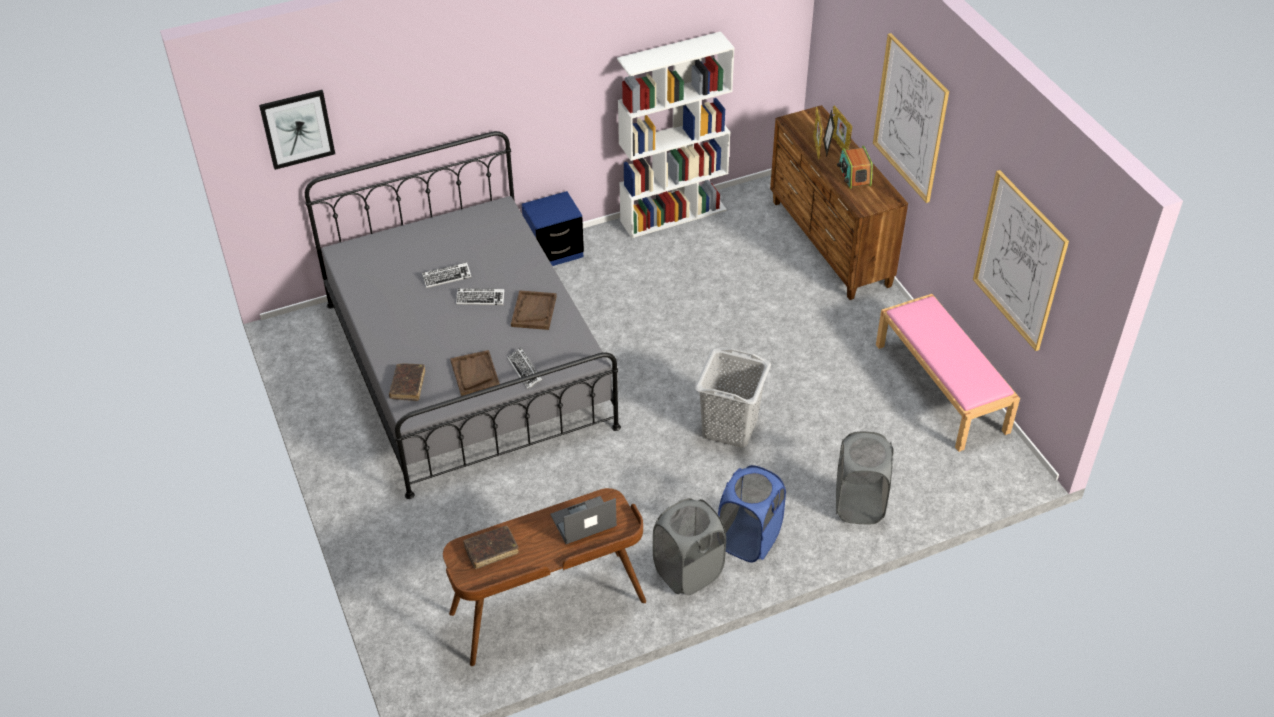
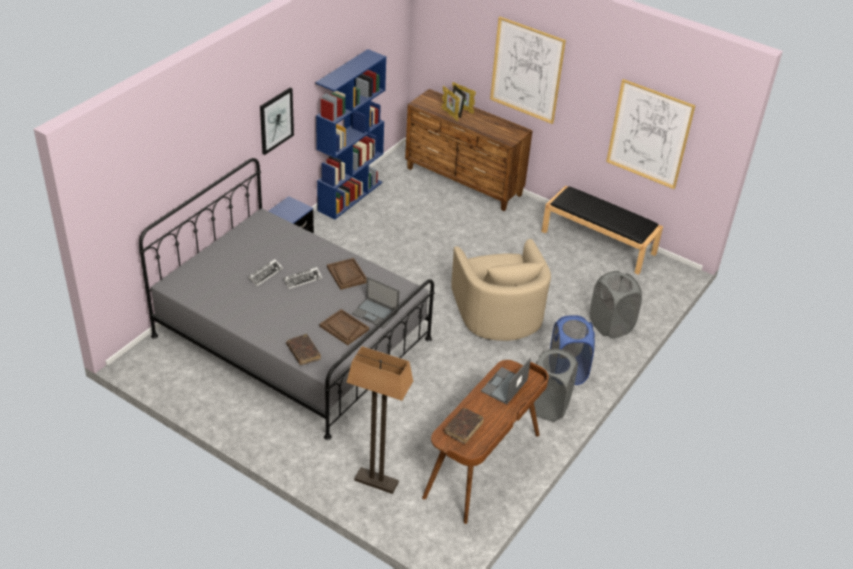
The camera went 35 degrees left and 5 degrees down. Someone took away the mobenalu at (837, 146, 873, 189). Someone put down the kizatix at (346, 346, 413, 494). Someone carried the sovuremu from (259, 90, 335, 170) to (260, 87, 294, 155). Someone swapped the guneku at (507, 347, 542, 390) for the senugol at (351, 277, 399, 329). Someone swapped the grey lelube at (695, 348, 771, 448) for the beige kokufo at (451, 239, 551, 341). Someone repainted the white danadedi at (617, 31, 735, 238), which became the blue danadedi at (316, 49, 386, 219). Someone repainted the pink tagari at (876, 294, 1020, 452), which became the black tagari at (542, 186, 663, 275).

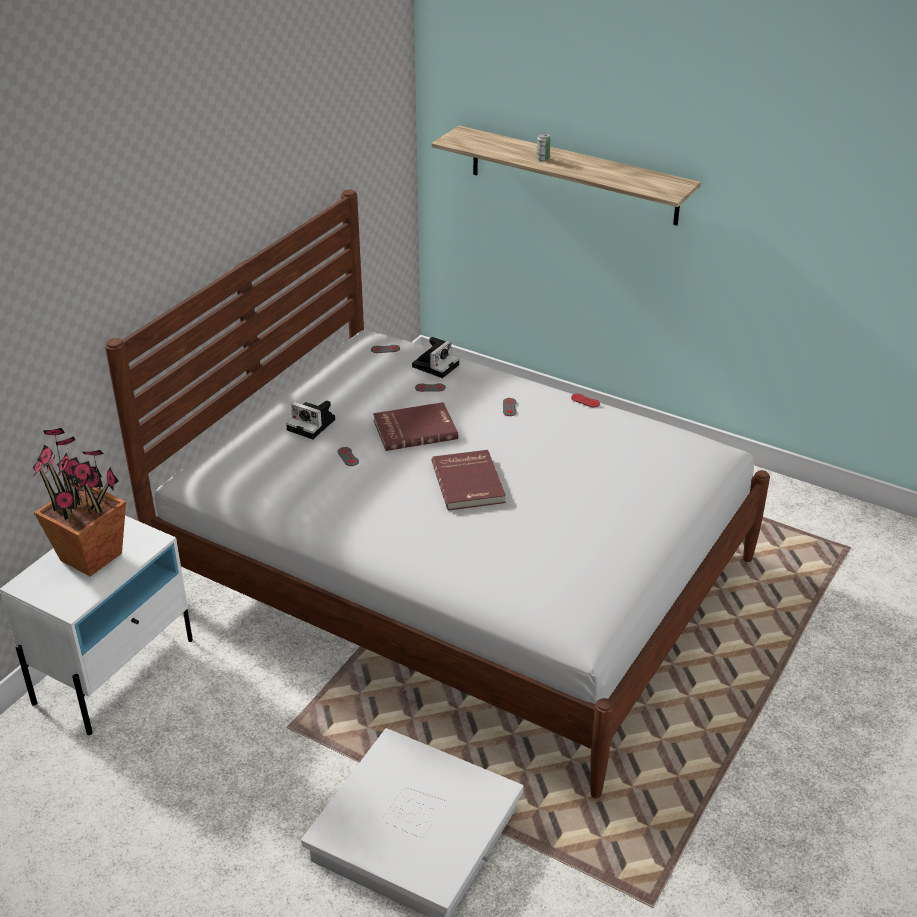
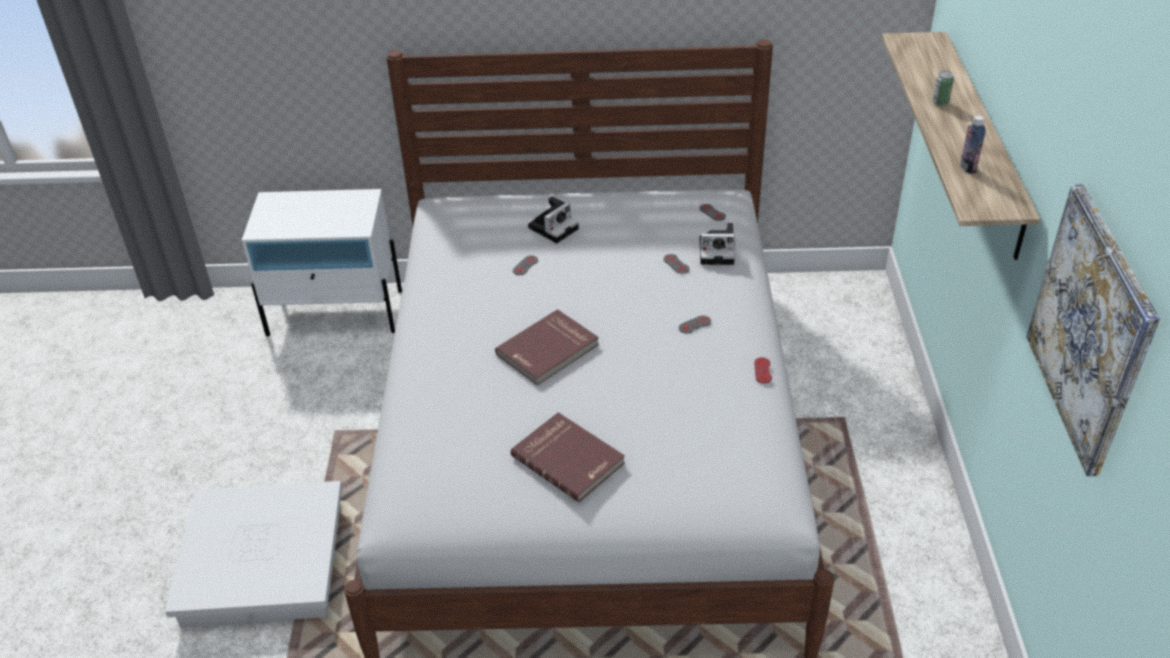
The camera went 60 degrees right and 5 degrees up. Someone took away the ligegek at (32, 428, 126, 576). Someone put down the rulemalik at (960, 115, 985, 174). Someone put up the sovuremu at (1026, 184, 1160, 476). Someone carried the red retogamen from (373, 402, 458, 451) to (511, 412, 625, 502). Someone rotated the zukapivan at (286, 400, 335, 439) by 135 degrees counterclockwise.

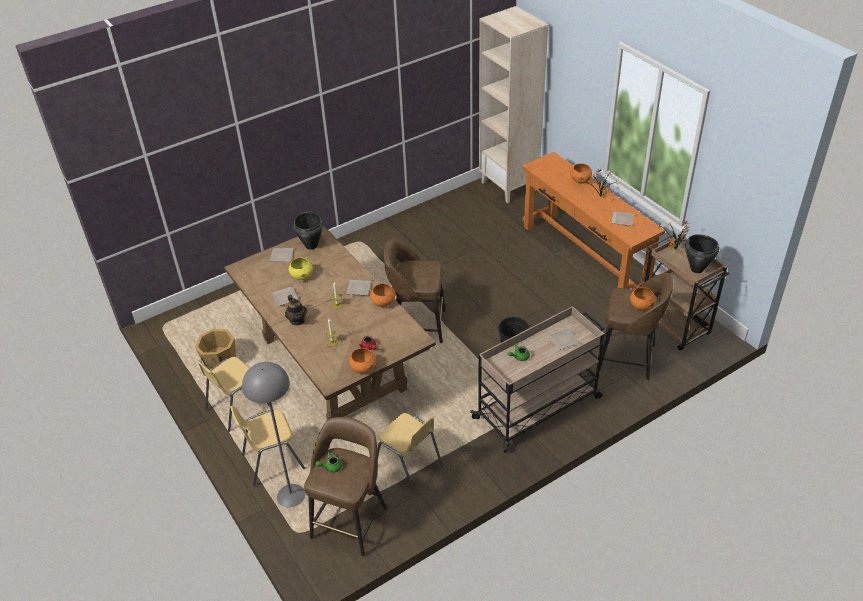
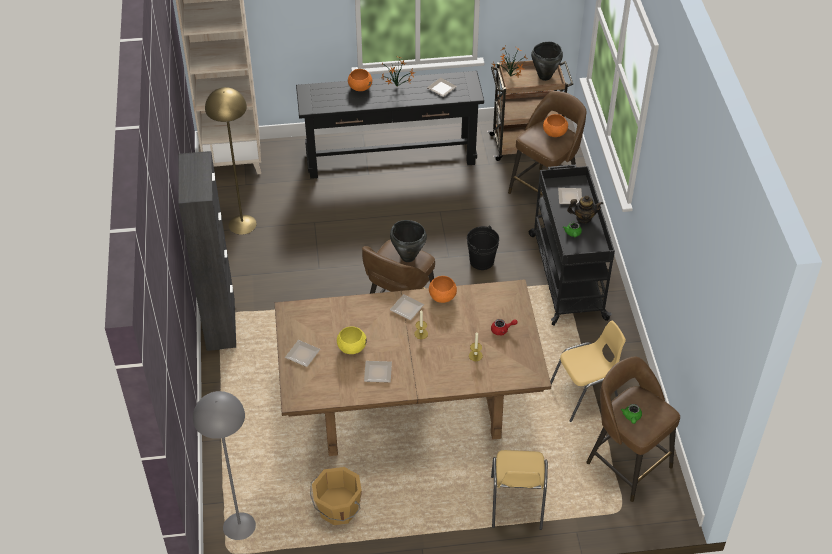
The camera went 65 degrees left and 5 degrees up. Someone took away the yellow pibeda at (195, 357, 269, 432). Someone took away the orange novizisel at (349, 348, 376, 373). Someone put down the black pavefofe at (178, 151, 236, 351). Someone put down the yellow kizatix at (205, 87, 257, 235). Someone carried the grey kizatix from (242, 362, 305, 508) to (193, 391, 256, 540). Someone carried the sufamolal from (285, 295, 307, 325) to (567, 195, 603, 223). Someone carried the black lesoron from (293, 211, 323, 250) to (390, 220, 427, 262). Someone repainted the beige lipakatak at (470, 306, 604, 453), which became the black lipakatak at (529, 165, 615, 326). Someone repainted the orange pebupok at (522, 152, 665, 290), which became the black pebupok at (296, 71, 484, 179).

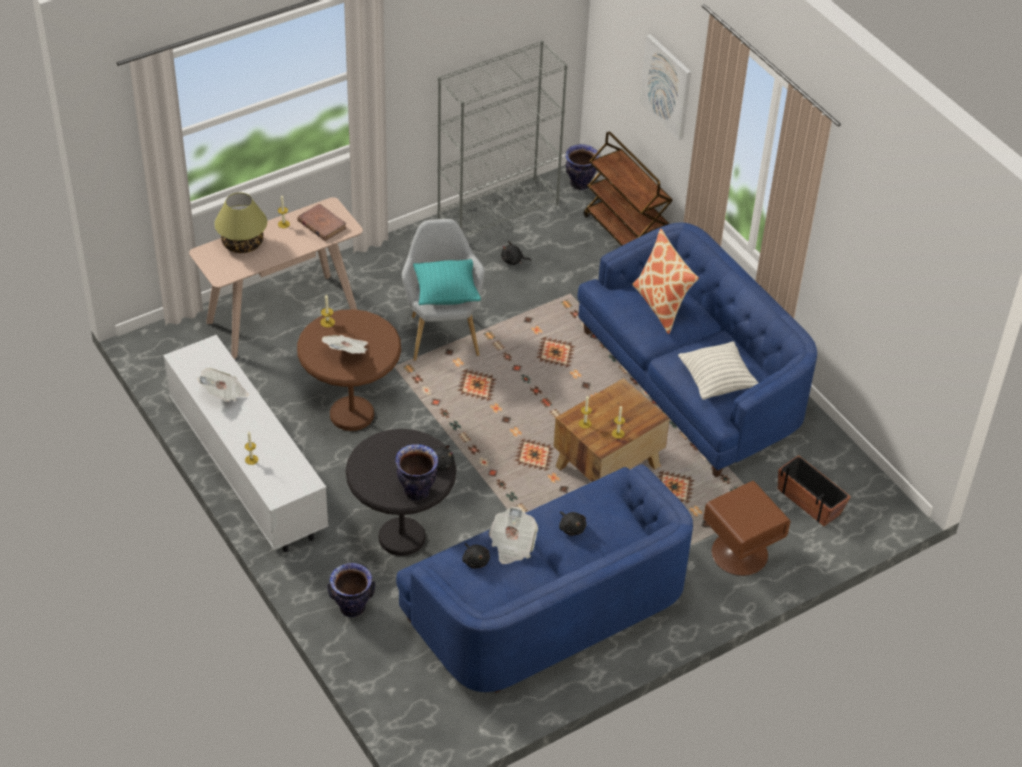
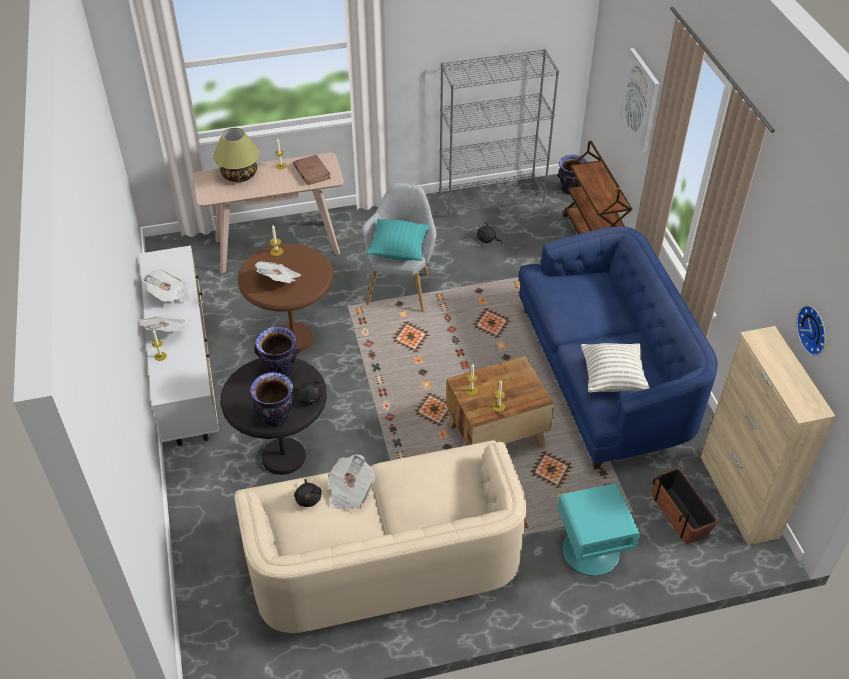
The camera went 20 degrees right and 0 degrees up. Someone took away the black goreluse at (559, 511, 586, 536). Someone took away the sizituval at (632, 229, 699, 334). Someone put down the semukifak at (139, 316, 185, 332). Someone put down the beige pavefofe at (701, 326, 835, 545). Someone put up the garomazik at (796, 305, 826, 356). Someone carried the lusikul from (327, 563, 375, 617) to (254, 327, 300, 377). Someone repainted the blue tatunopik at (396, 464, 693, 693), which became the beige tatunopik at (234, 440, 527, 633). Someone repainted the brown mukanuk at (703, 481, 791, 576), which became the turquoise mukanuk at (557, 483, 640, 576).

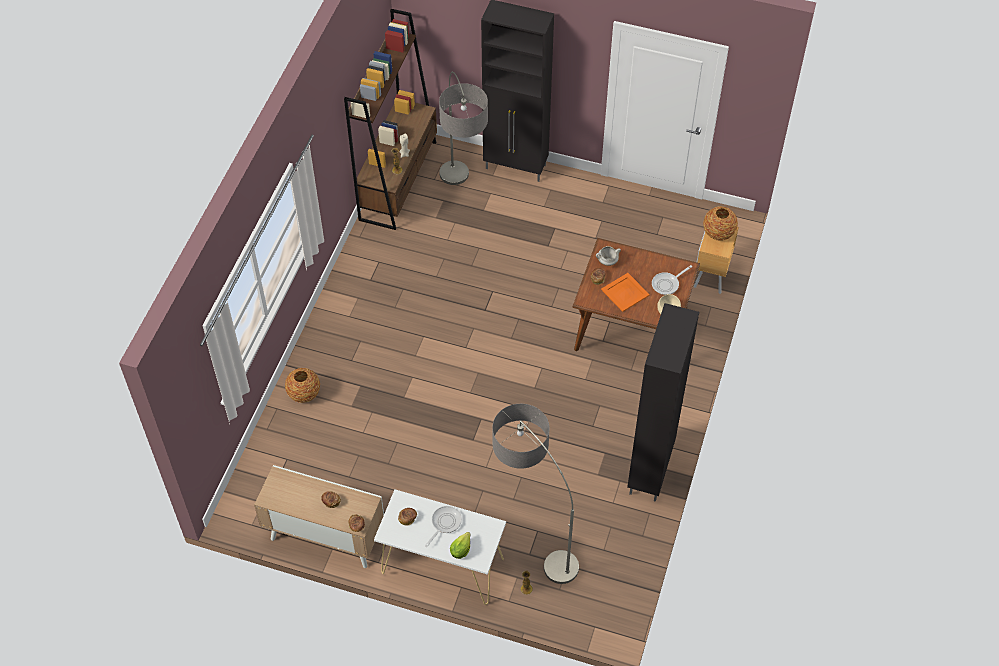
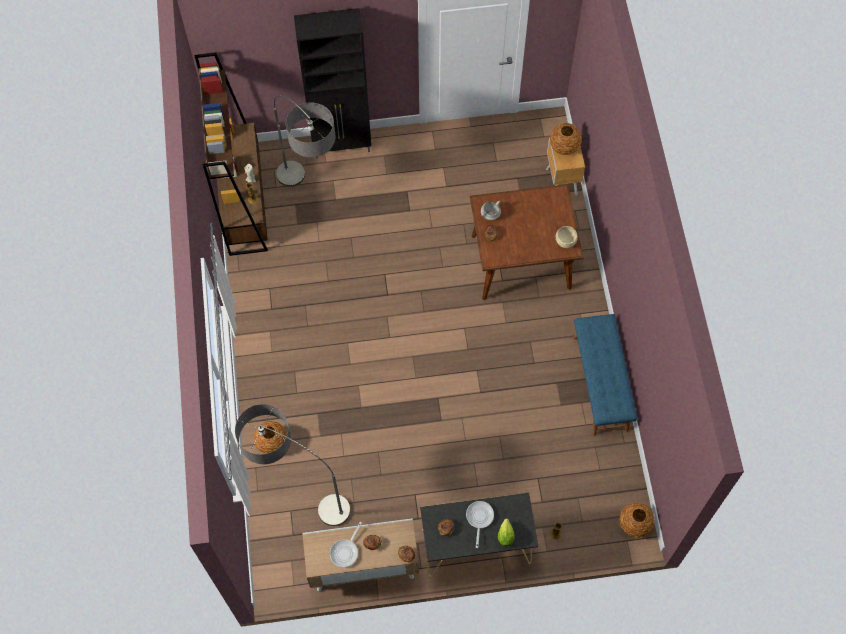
The camera went 25 degrees left and 10 degrees up. Someone took away the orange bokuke at (601, 273, 650, 312). Someone put down the lusikul at (619, 502, 654, 537). Someone carried the kizatix from (492, 404, 579, 584) to (235, 404, 350, 526). Someone carried the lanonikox from (652, 265, 692, 295) to (330, 522, 362, 567). Someone swapped the black pavefofe at (627, 303, 699, 502) for the blue tagari at (573, 314, 637, 436). Someone repainted the white pebupok at (374, 489, 506, 605), which became the black pebupok at (420, 493, 538, 577).

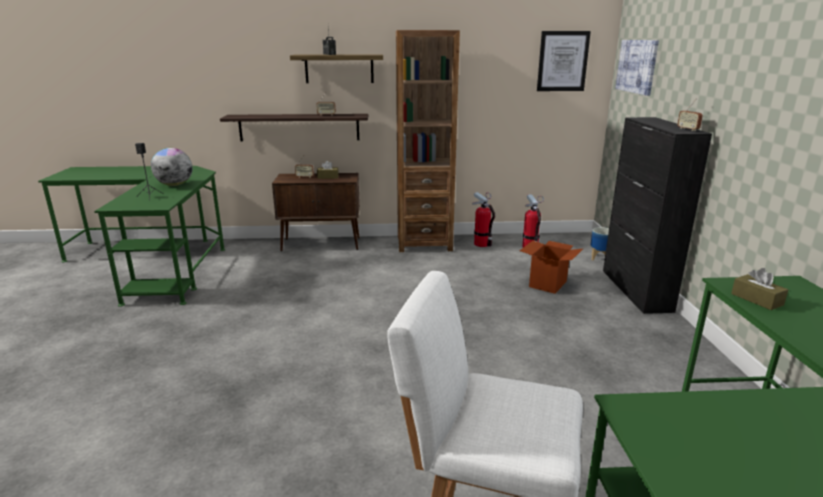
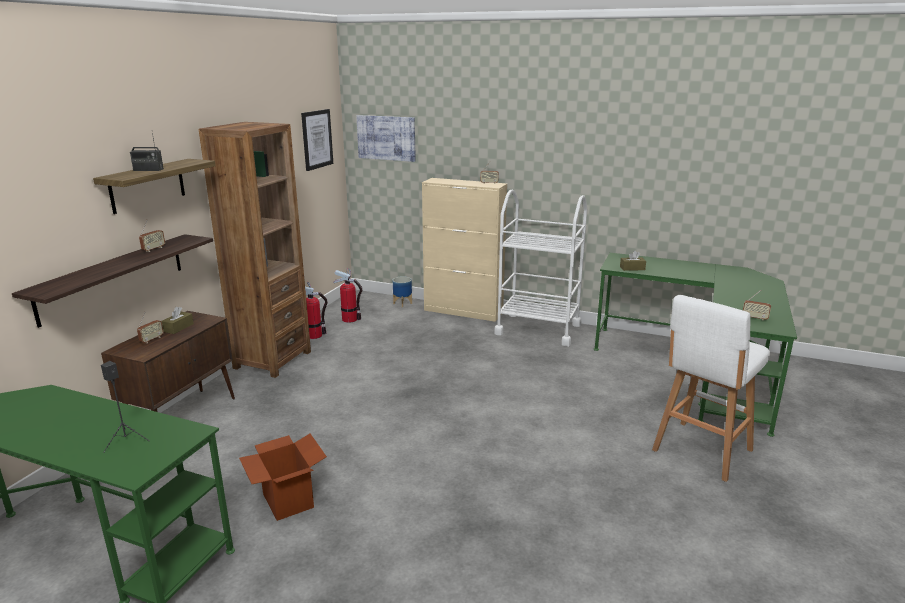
The camera went 65 degrees left and 0 degrees up. Someone took away the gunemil at (151, 148, 193, 186). Someone put down the white lipakatak at (495, 189, 587, 346). Someone put down the mobenalu at (743, 290, 771, 321). Someone carried the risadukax from (520, 241, 583, 294) to (239, 434, 327, 521). Someone repainted the black pavefofe at (603, 117, 712, 314), which became the beige pavefofe at (422, 178, 507, 322).

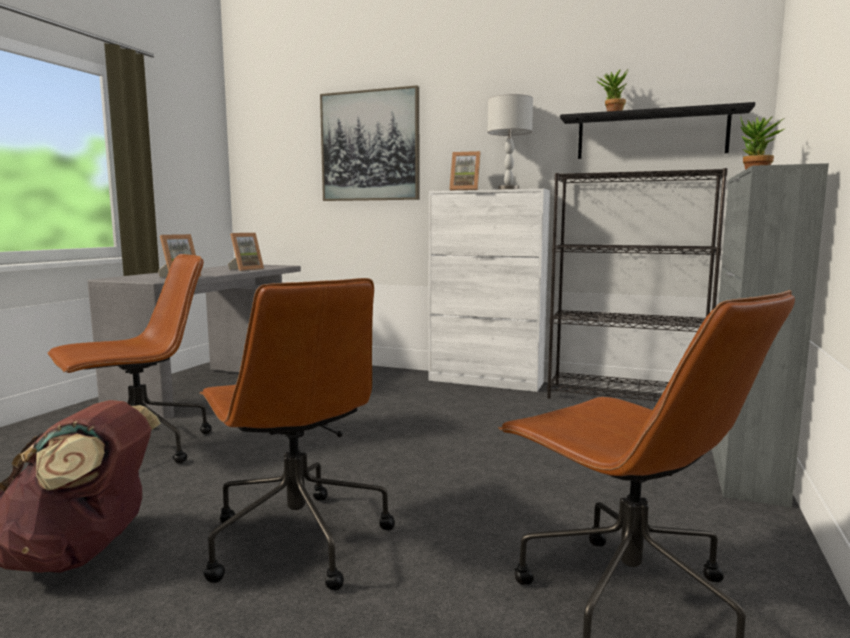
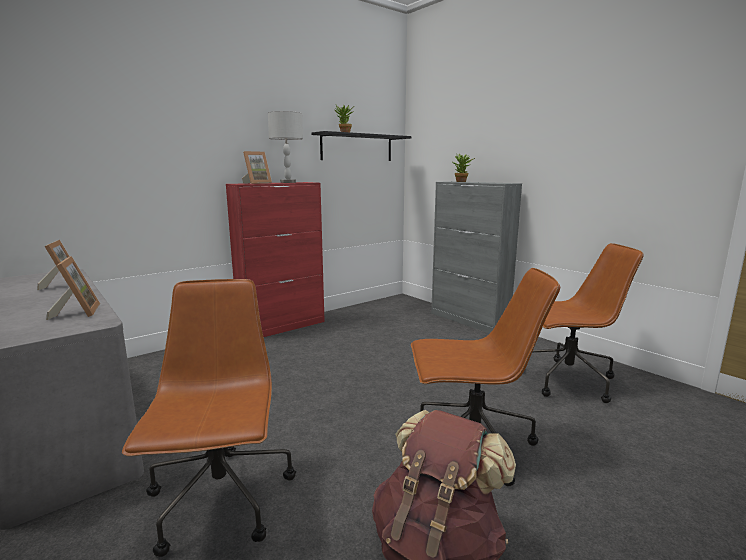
The camera went 60 degrees left and 5 degrees up. Someone took away the sovuremu at (320, 85, 419, 201). Someone took away the black danadedi at (547, 168, 728, 401). Someone repainted the white pavefofe at (428, 189, 550, 392), which became the red pavefofe at (226, 182, 325, 337).

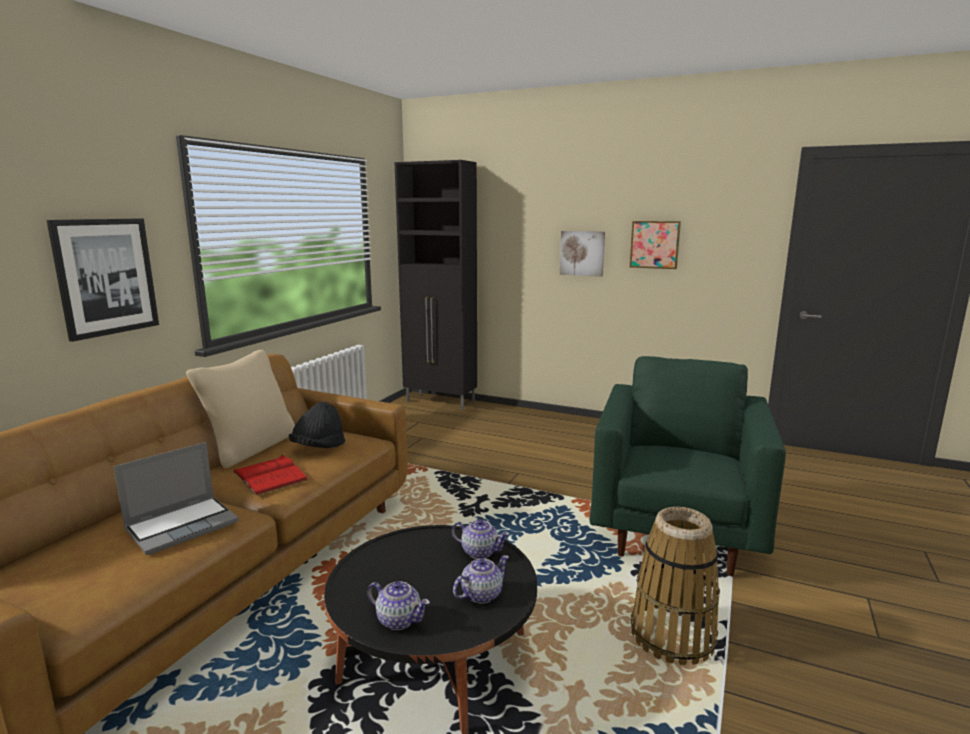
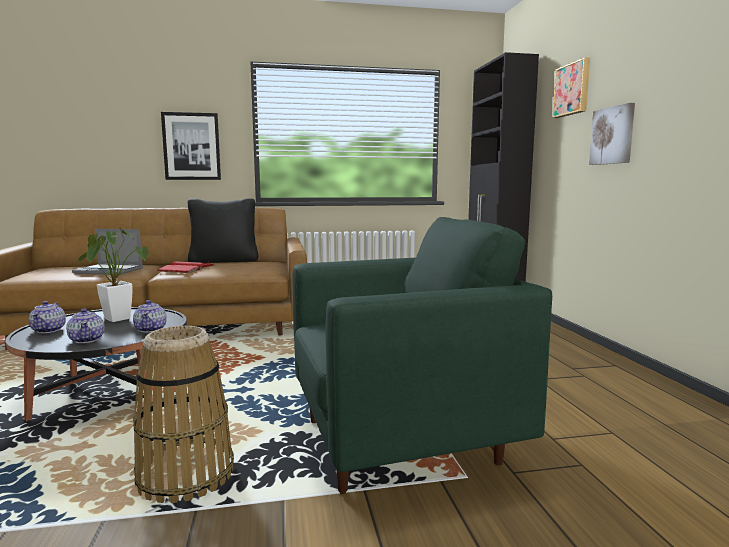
The camera went 55 degrees right and 5 degrees down. Someone took away the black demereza at (289, 402, 345, 448). Someone put down the ligegek at (78, 227, 149, 322). Someone carried the sovuremu from (630, 221, 681, 269) to (552, 57, 590, 118). Someone repainted the beige sizituval at (186, 350, 295, 468), which became the black sizituval at (188, 198, 258, 263). Someone rotated the sufamolal at (453, 555, 509, 604) by 45 degrees clockwise.

